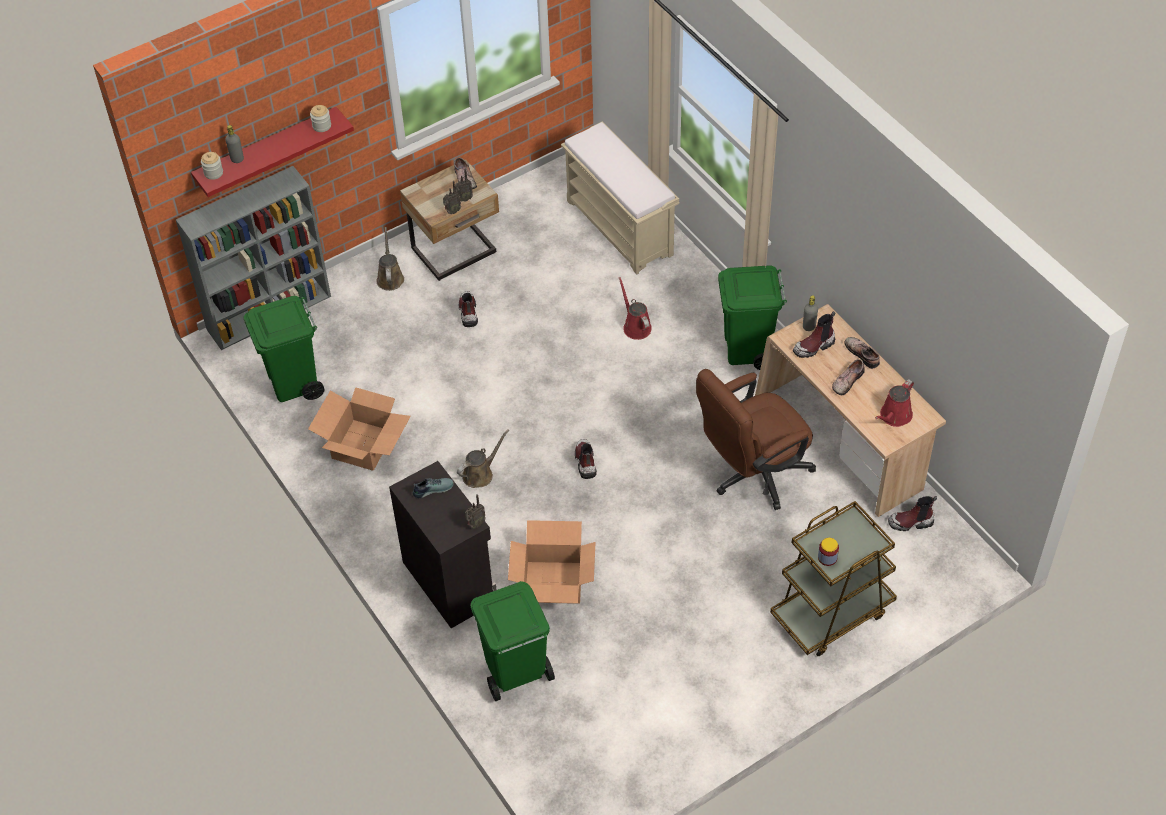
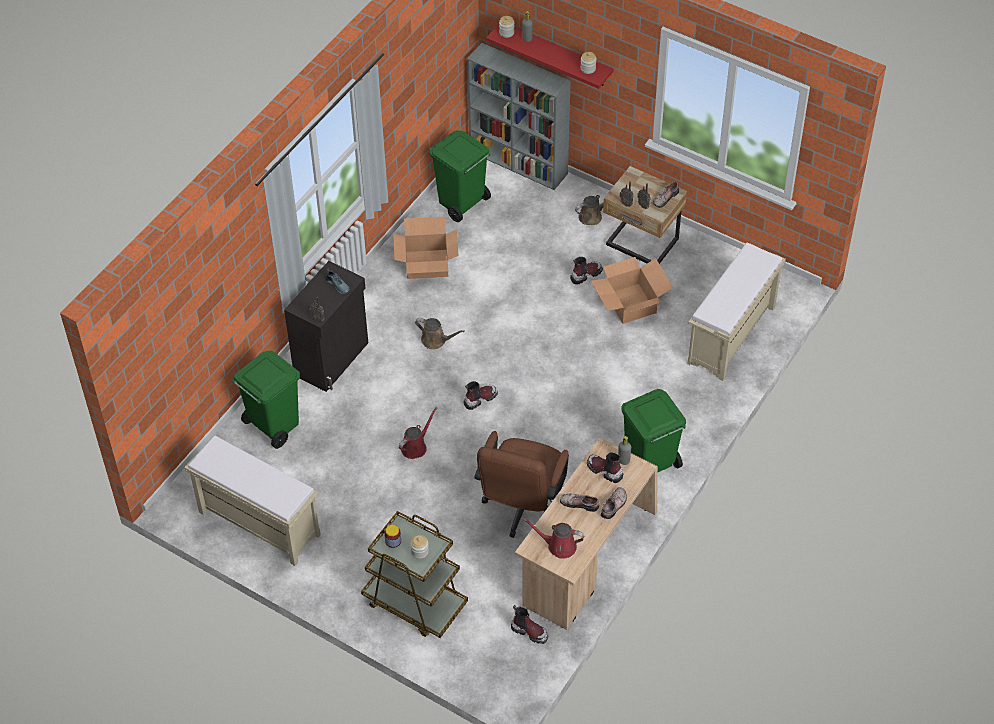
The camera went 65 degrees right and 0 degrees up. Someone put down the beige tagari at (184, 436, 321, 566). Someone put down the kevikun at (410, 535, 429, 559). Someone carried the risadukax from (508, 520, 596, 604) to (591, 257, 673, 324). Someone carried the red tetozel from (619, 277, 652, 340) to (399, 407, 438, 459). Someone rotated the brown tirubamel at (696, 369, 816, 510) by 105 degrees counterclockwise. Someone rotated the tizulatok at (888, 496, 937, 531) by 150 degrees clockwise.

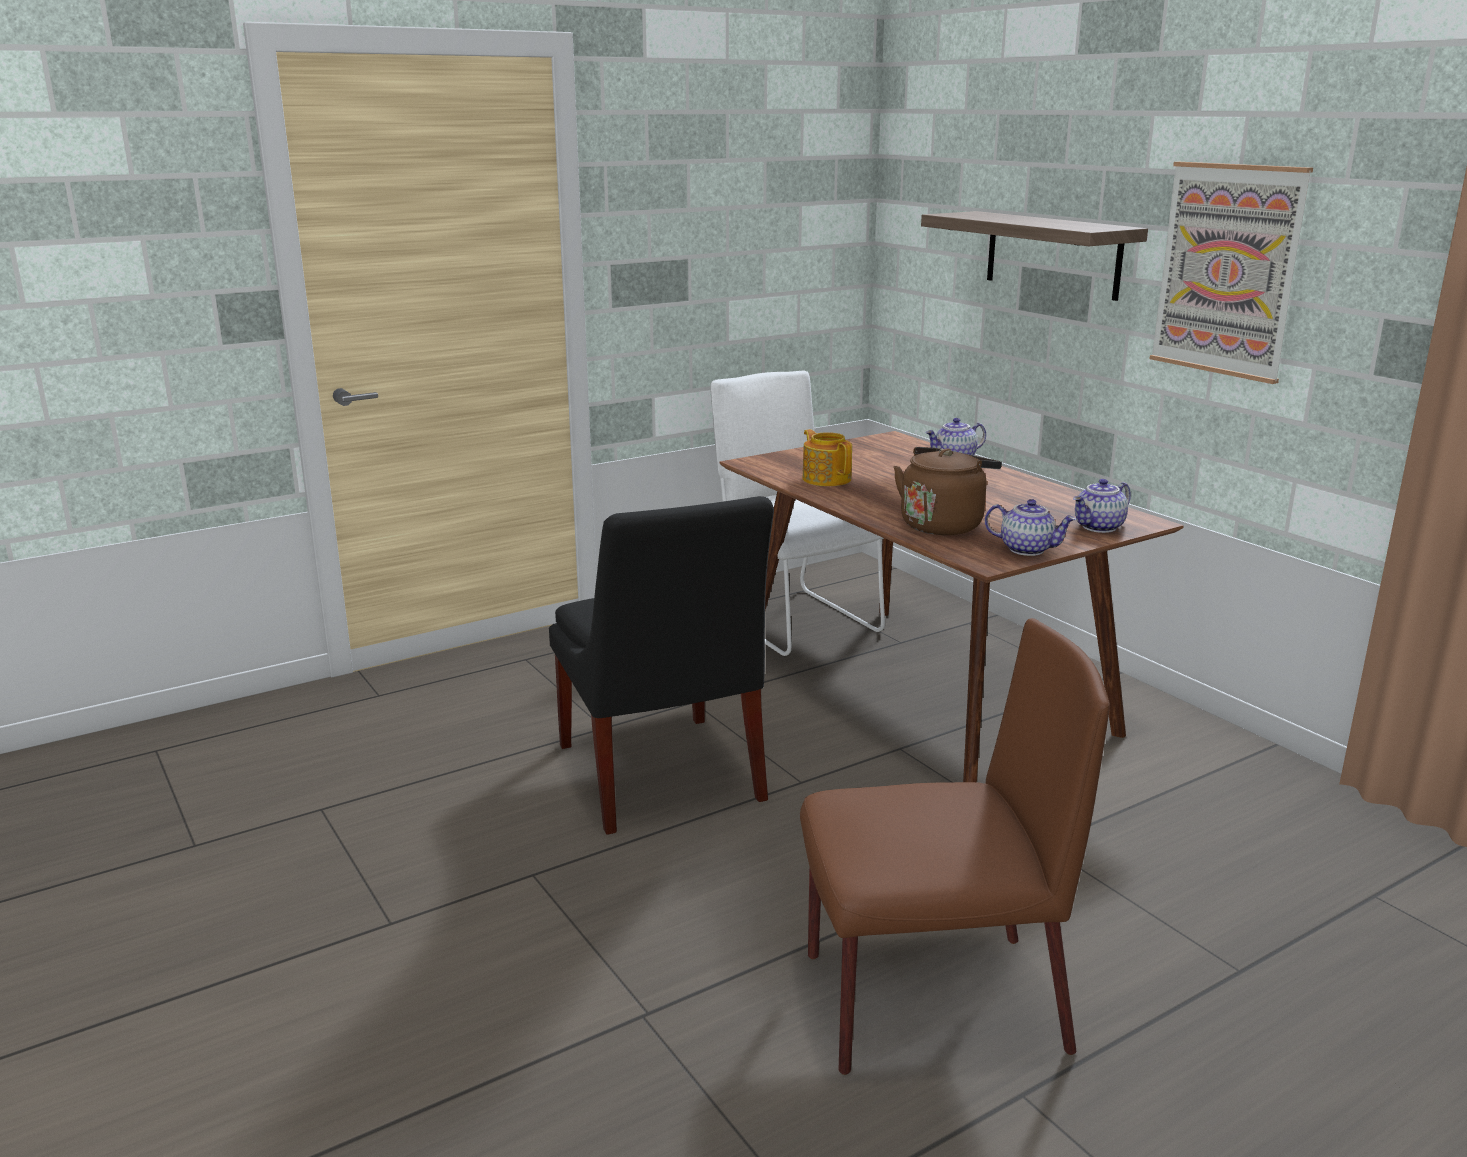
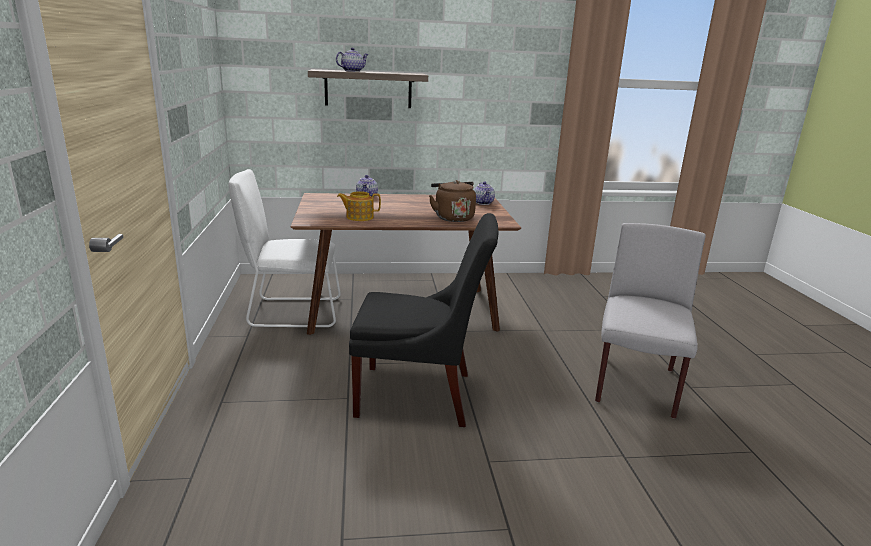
The camera went 65 degrees left and 0 degrees up. Someone took away the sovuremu at (1150, 162, 1313, 384). Someone carried the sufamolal from (985, 499, 1076, 556) to (336, 48, 368, 72). Someone repainted the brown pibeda at (800, 618, 1110, 1075), which became the grey pibeda at (595, 223, 706, 419).

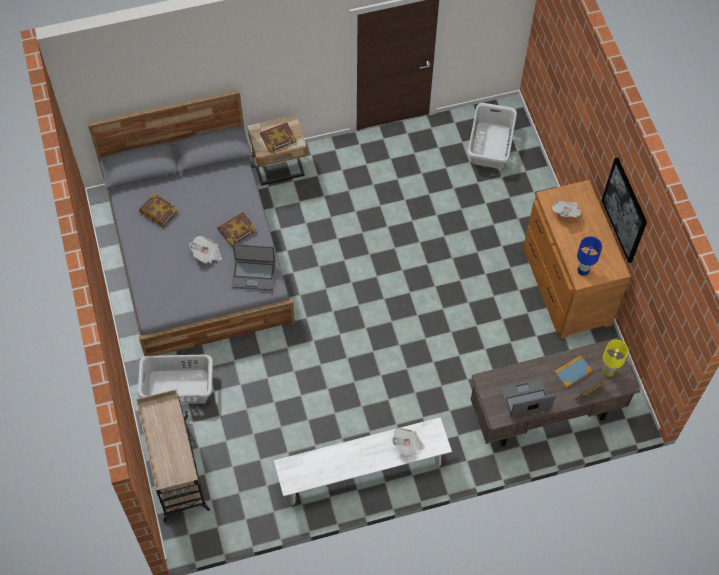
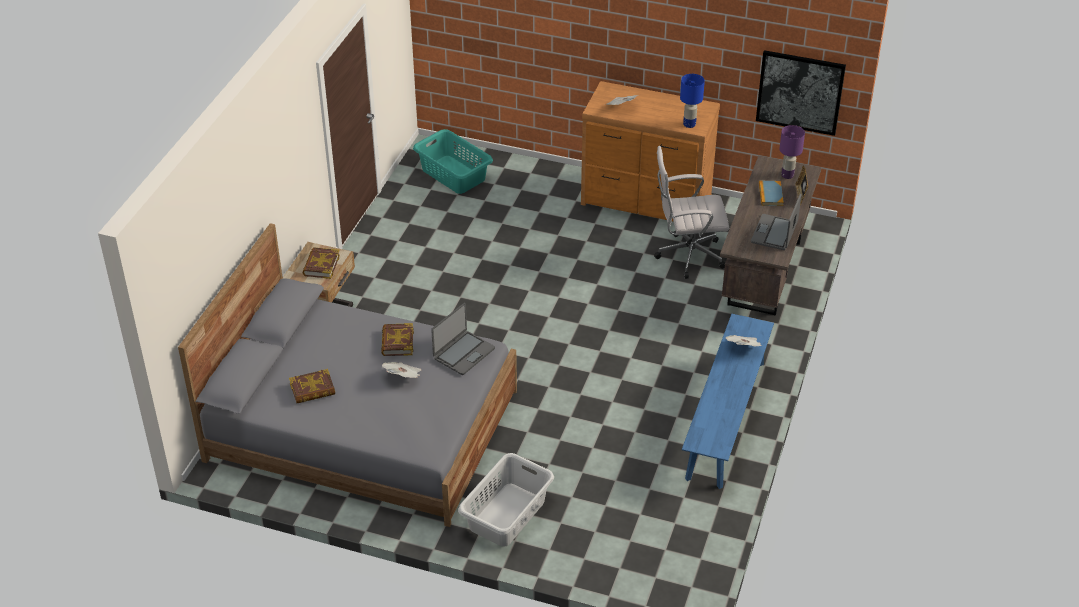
The camera went 55 degrees left and 20 degrees down. Someone took away the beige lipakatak at (136, 389, 210, 523). Someone put down the white tirubamel at (654, 146, 729, 279). Someone carried the sovuremu from (601, 158, 647, 263) to (756, 50, 846, 136). Someone repainted the white tagari at (274, 417, 452, 505), which became the blue tagari at (682, 314, 774, 489). Someone repainted the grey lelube at (468, 103, 517, 168), which became the turquoise lelube at (413, 129, 493, 194). Someone repainted the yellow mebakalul at (603, 340, 629, 377), which became the purple mebakalul at (779, 125, 805, 179).

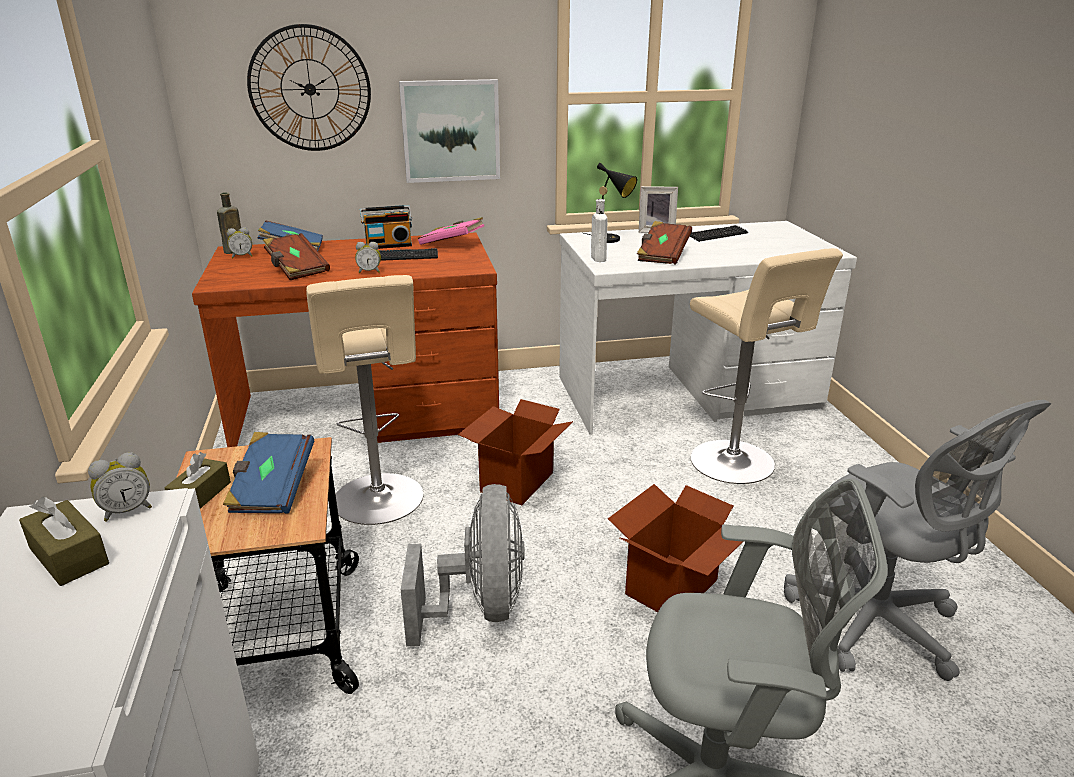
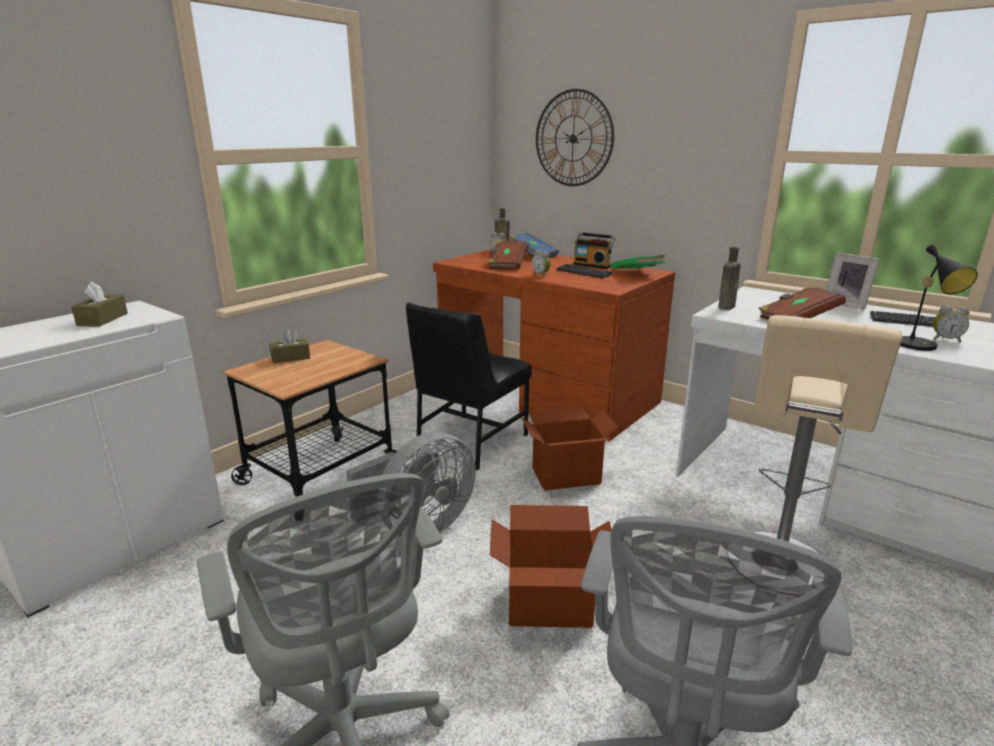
The camera went 50 degrees right and 5 degrees down. Someone took away the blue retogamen at (223, 432, 314, 514). Someone took away the sovuremu at (399, 79, 500, 183). Someone carried the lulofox from (88, 452, 152, 522) to (933, 305, 970, 342). Someone carried the black mebakalul from (584, 163, 637, 243) to (900, 245, 978, 351). Someone swapped the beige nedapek at (306, 275, 423, 525) for the black pibeda at (406, 302, 532, 471). Someone repainted the pink retogamen at (418, 217, 484, 245), which became the green retogamen at (611, 255, 665, 269). Someone repainted the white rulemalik at (591, 199, 608, 262), which became the brown rulemalik at (718, 247, 741, 310).

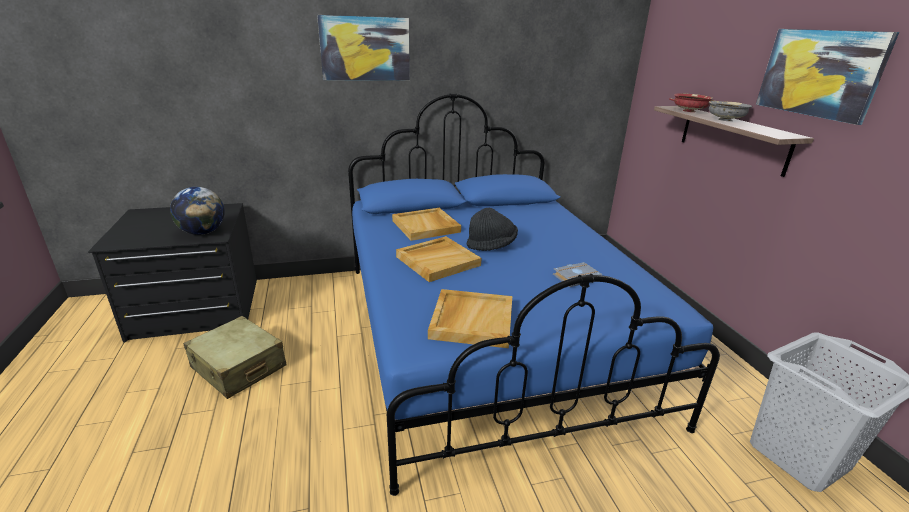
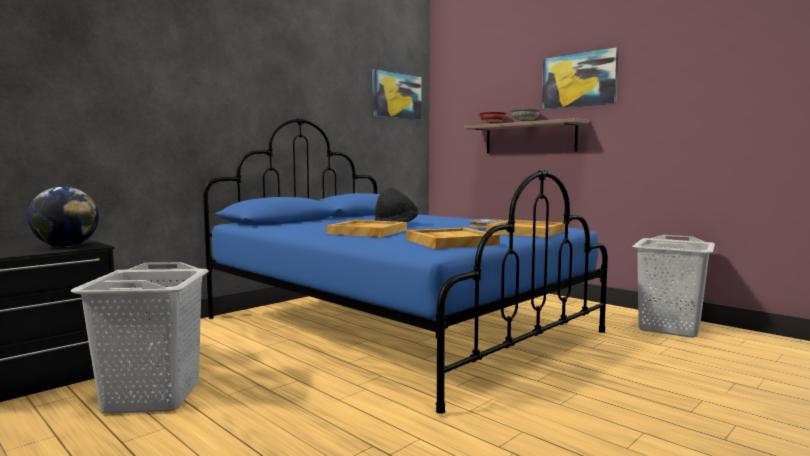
The camera went 30 degrees left and 20 degrees down. Someone carried the sovuremu from (317, 15, 410, 80) to (372, 69, 422, 120). Someone carried the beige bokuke from (392, 208, 461, 241) to (486, 220, 565, 237). Someone swapped the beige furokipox at (183, 316, 287, 399) for the grey lelube at (71, 262, 209, 414).

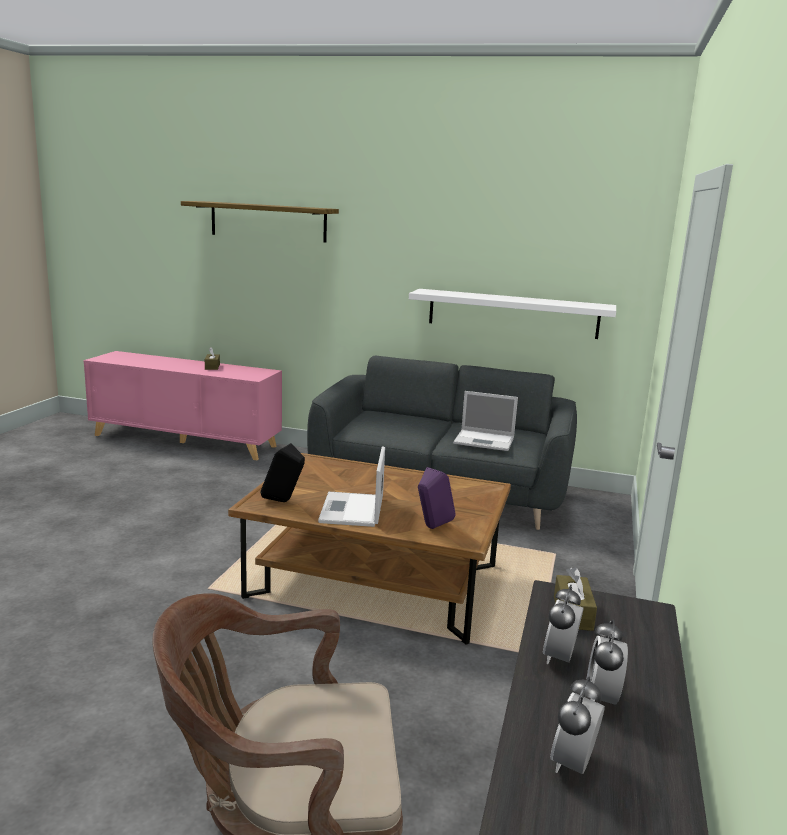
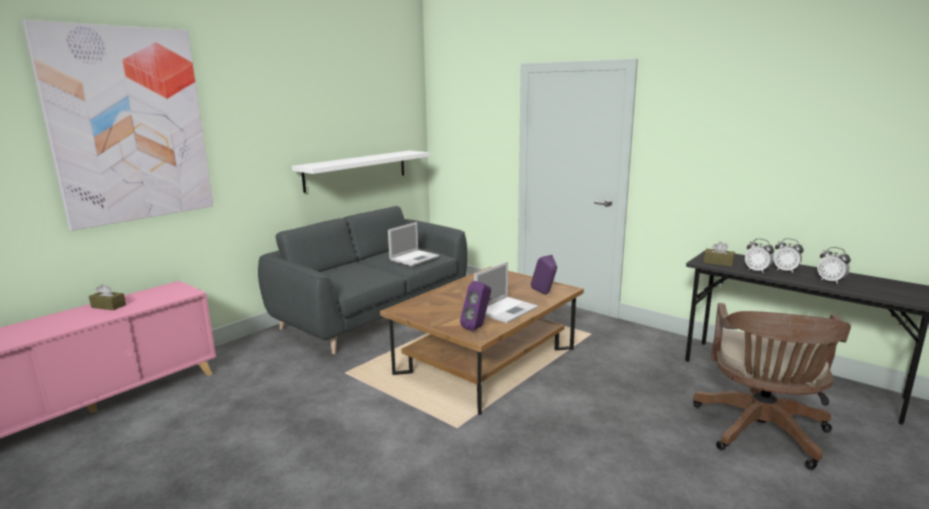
The camera went 65 degrees left and 0 degrees up. Someone swapped the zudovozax at (181, 201, 339, 243) for the sovuremu at (22, 20, 214, 231). Someone repainted the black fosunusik at (260, 443, 305, 502), which became the purple fosunusik at (460, 281, 491, 331). Someone rotated the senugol at (318, 446, 385, 527) by 75 degrees counterclockwise.

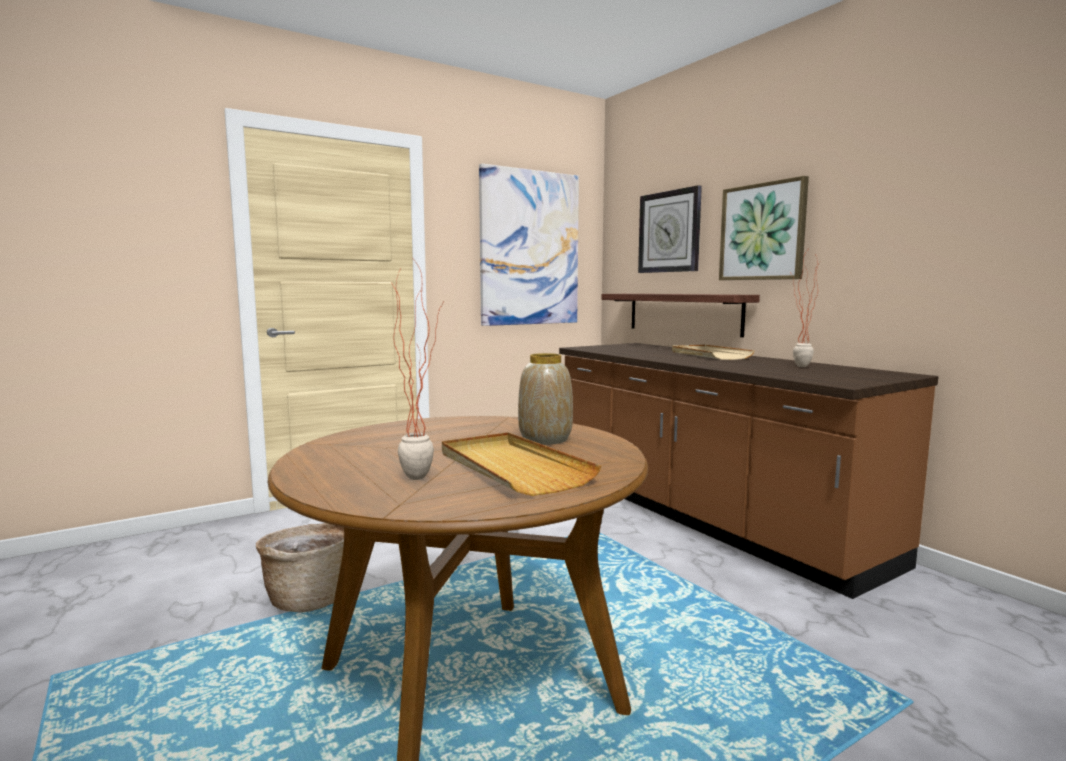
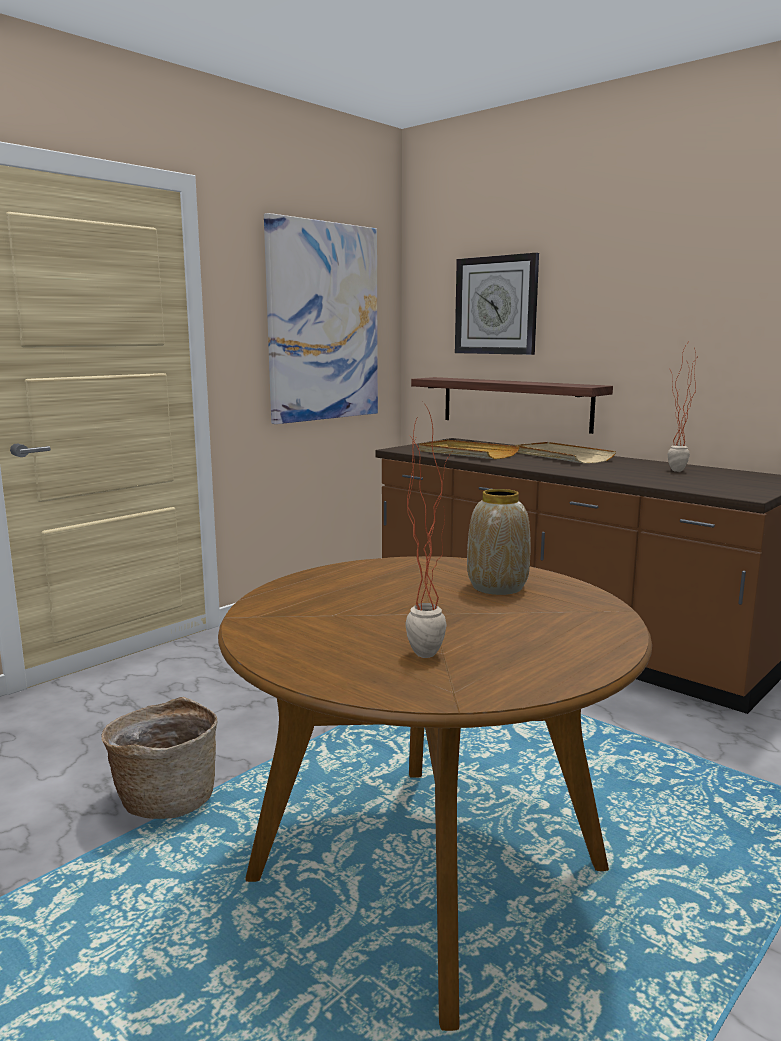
The camera went 15 degrees left and 5 degrees up. Someone took away the sovuremu at (719, 176, 809, 280). Someone carried the beige bokuke from (442, 432, 601, 496) to (419, 440, 520, 459).

